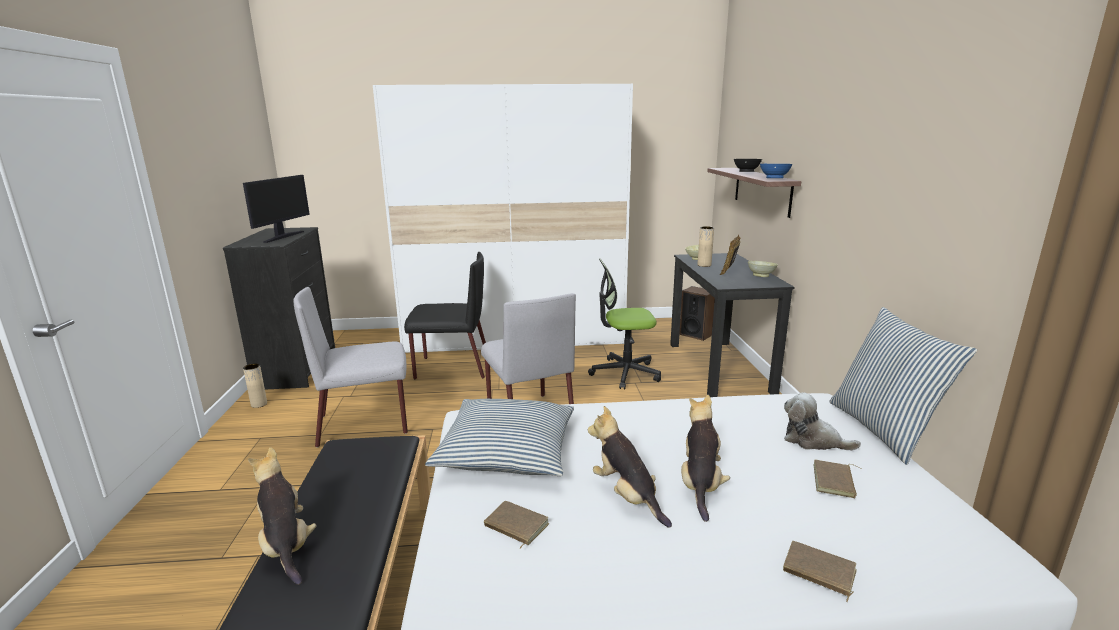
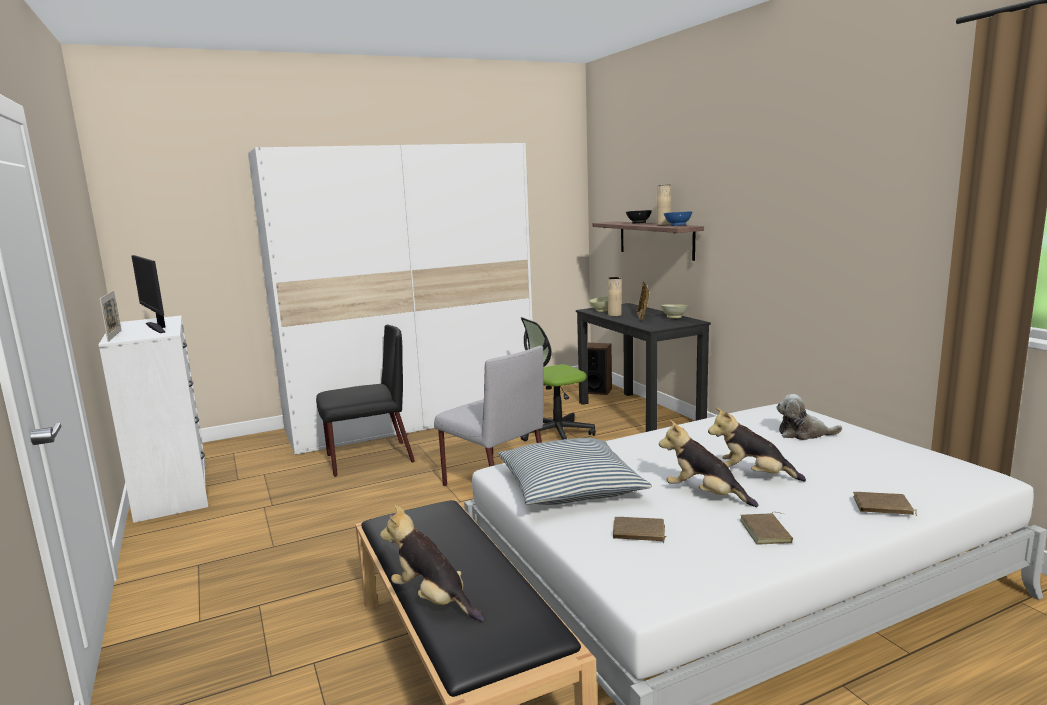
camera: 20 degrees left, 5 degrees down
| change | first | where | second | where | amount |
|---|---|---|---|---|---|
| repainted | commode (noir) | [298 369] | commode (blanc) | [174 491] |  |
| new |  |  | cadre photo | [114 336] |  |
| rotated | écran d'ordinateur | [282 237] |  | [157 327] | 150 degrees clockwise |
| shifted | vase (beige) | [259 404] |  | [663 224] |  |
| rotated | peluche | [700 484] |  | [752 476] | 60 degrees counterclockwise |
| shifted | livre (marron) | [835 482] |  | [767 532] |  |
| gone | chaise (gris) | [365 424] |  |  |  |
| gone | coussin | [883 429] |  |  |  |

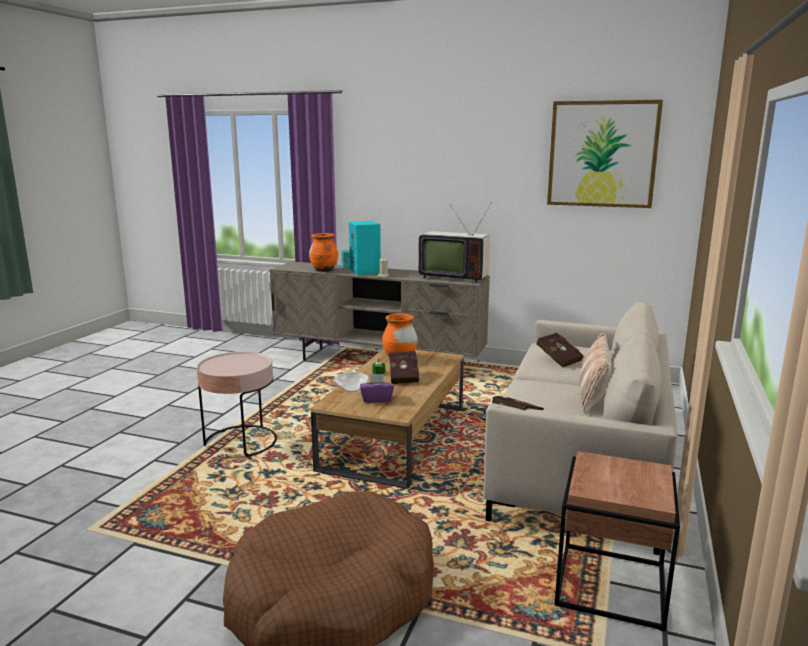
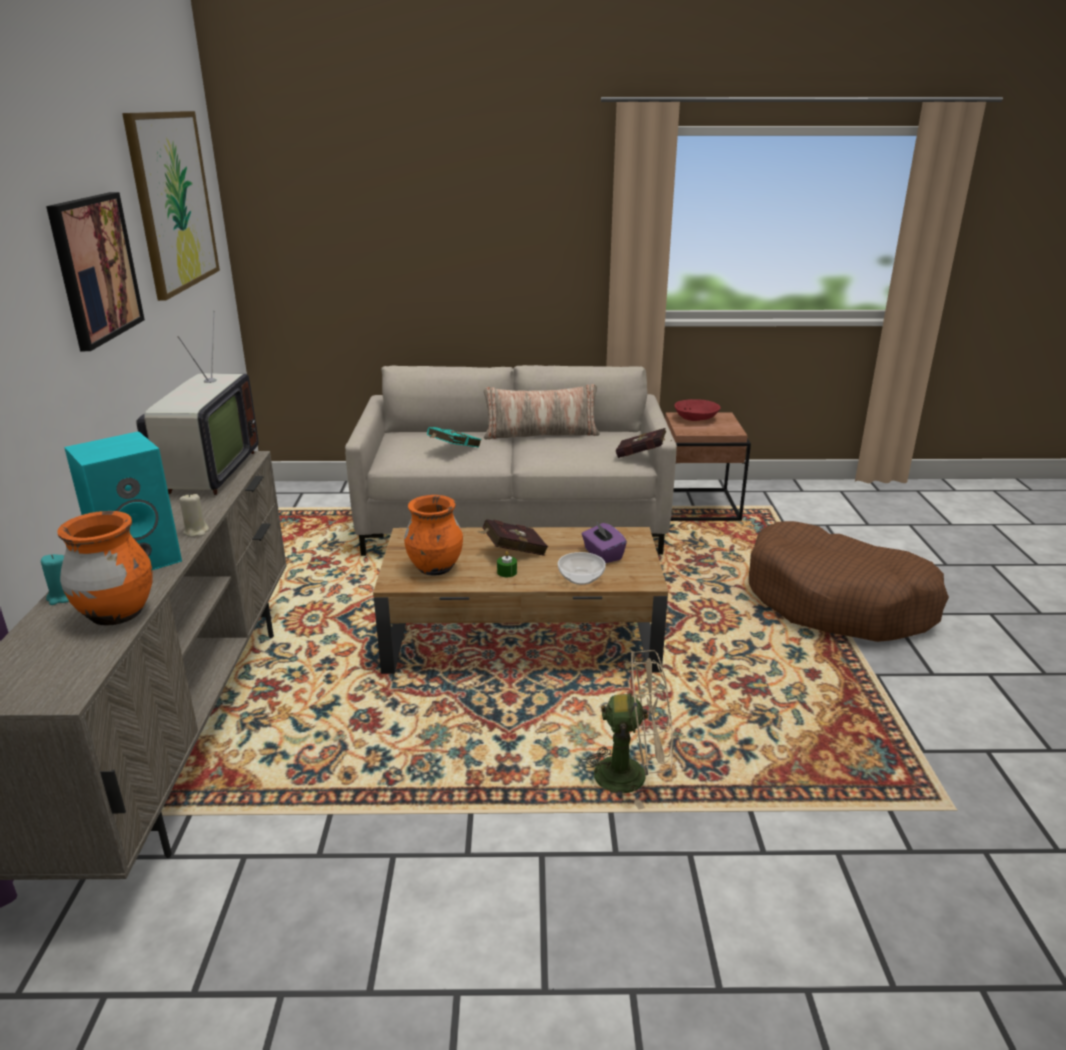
camera: 110 degrees left, 10 degrees up
| change | first | where | second | where | amount |
|---|---|---|---|---|---|
| new |  |  | tableau | [95 269] |  |
| repainted | livre (rouge) | [557 359] | livre (turquoise) | [452 450] |  |
| swapped | table d'appoint (rose) | [241 441] | ventilateur (beige) | [632 774] |  |
| new |  |  | bol (rouge) | [696 418] |  |

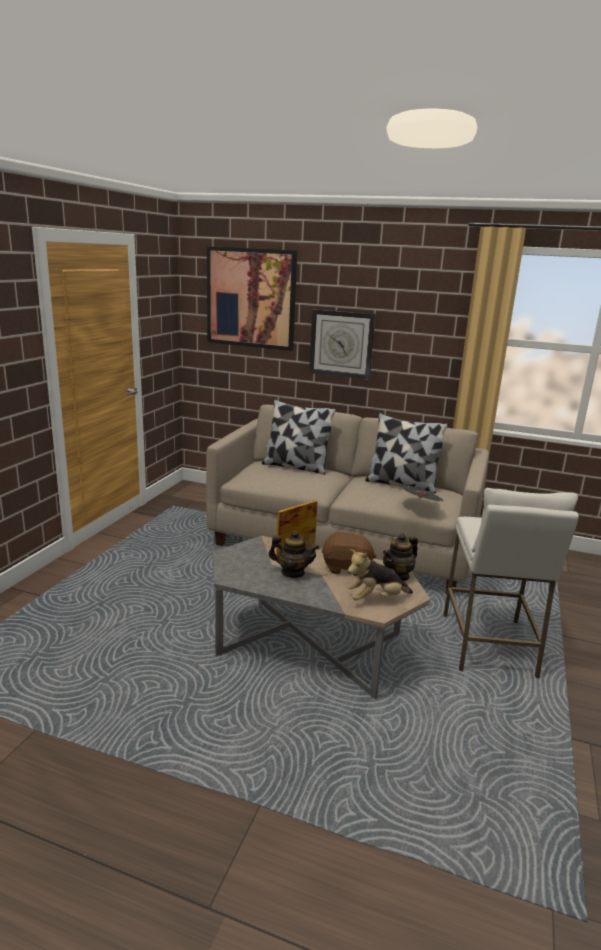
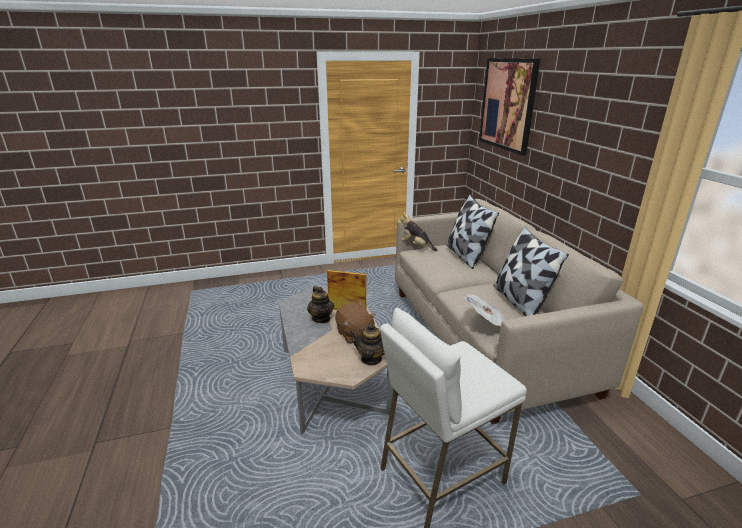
camera: 55 degrees right, 5 degrees up
| change | first | where | second | where | amount |
|---|---|---|---|---|---|
| shifted | peluche | [376 599] |  | [416 246] |  |
| gone | horloge murale | [341 344] |  |  |  |

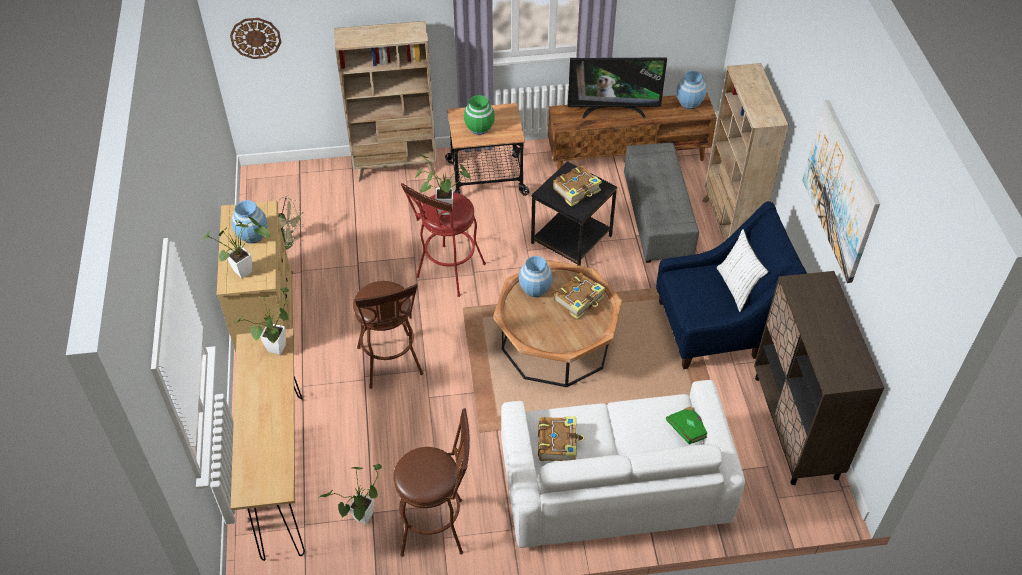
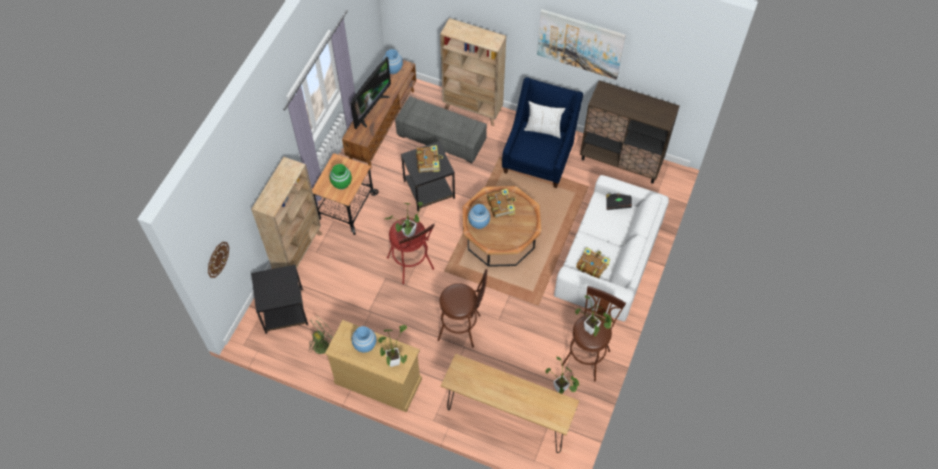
camera: 60 degrees left, 10 degrees up
| change | first | where | second | where | amount |
|---|---|---|---|---|---|
| new |  |  | table d'appoint (noir) | [283 311] |  |
| shifted | plante en pot | [275 352] |  | [592 331] |  |
| repainted | livre (vert) | [689 430] | livre (noir) | [618 203] |  |

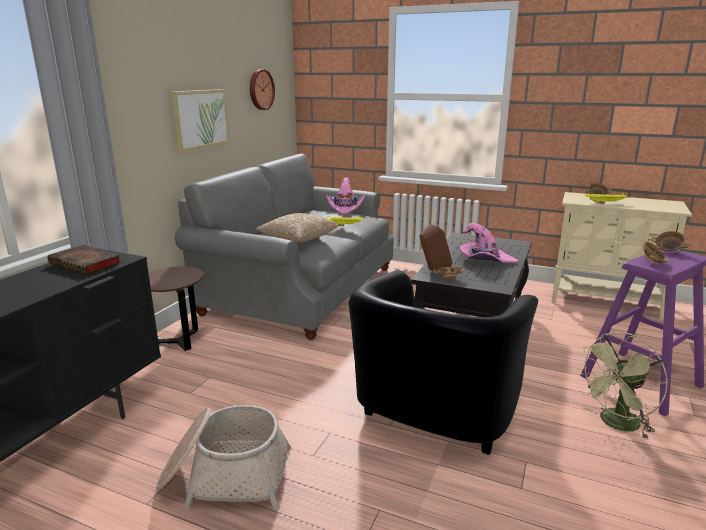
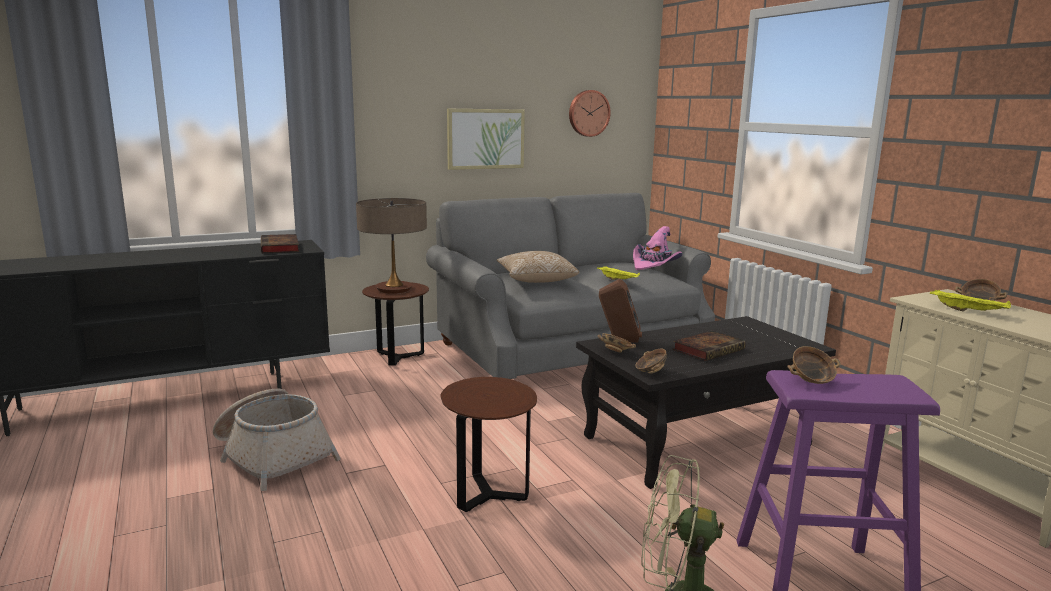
camera: 40 degrees right, 5 degrees down
| change | first | where | second | where | amount |
|---|---|---|---|---|---|
| new |  |  | lampe de table | [394 289] |  |
| swapped | fauteuil (noir) | [433 417] | table d'appoint (marron) | [488 495] |  |
| shifted | bol | [667 251] |  | [650 372] |  |
| swapped | chapeau (rose) | [485 260] | livre | [709 349] |  |

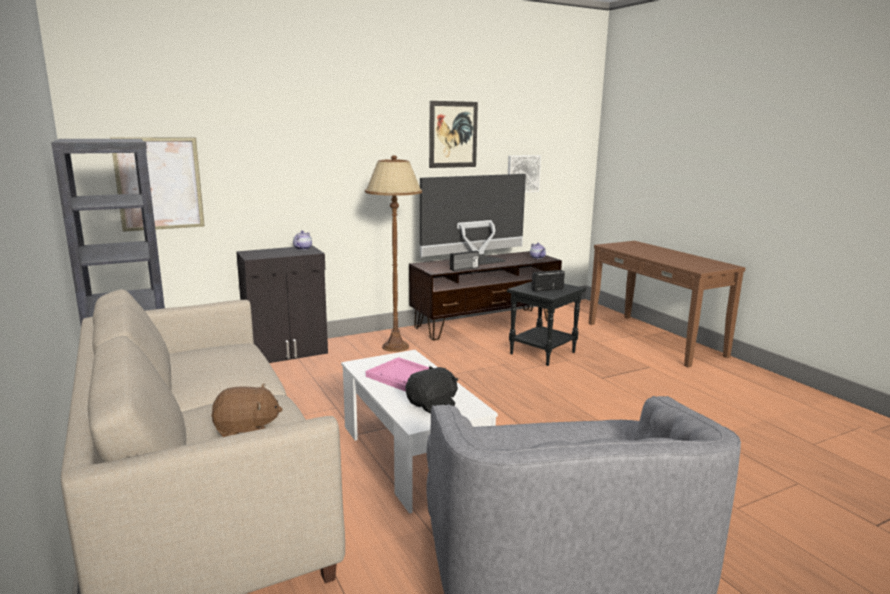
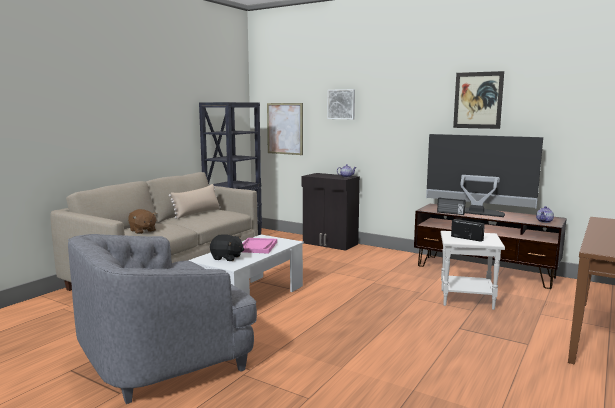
camera: 60 degrees right, 5 degrees down
| change | first | where | second | where | amount |
|---|---|---|---|---|---|
| new |  |  | coussin (beige) | [197 213] |  |
| shifted | tableau | [522 173] |  | [341 104] |  |
| repainted | table d'appoint (noir) | [543 353] | table d'appoint (blanc) | [466 299] |  |
| gone | lampadaire (marron) | [395 347] |  |  |  |

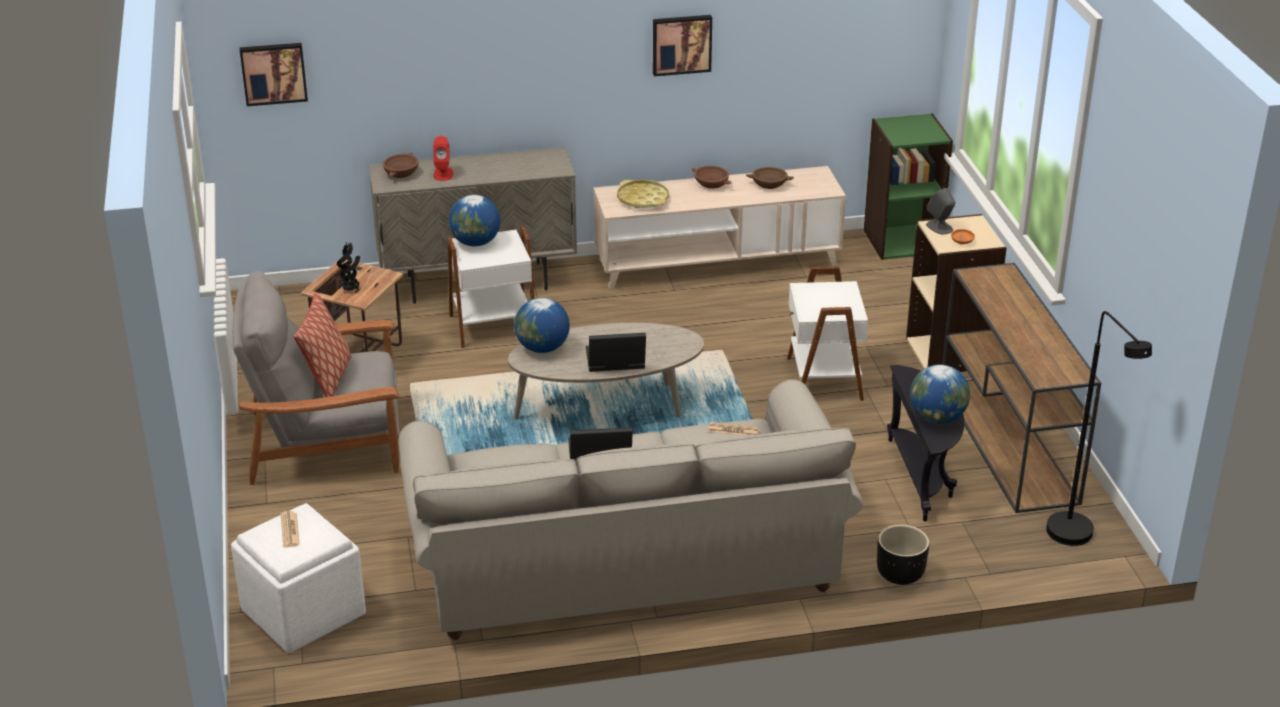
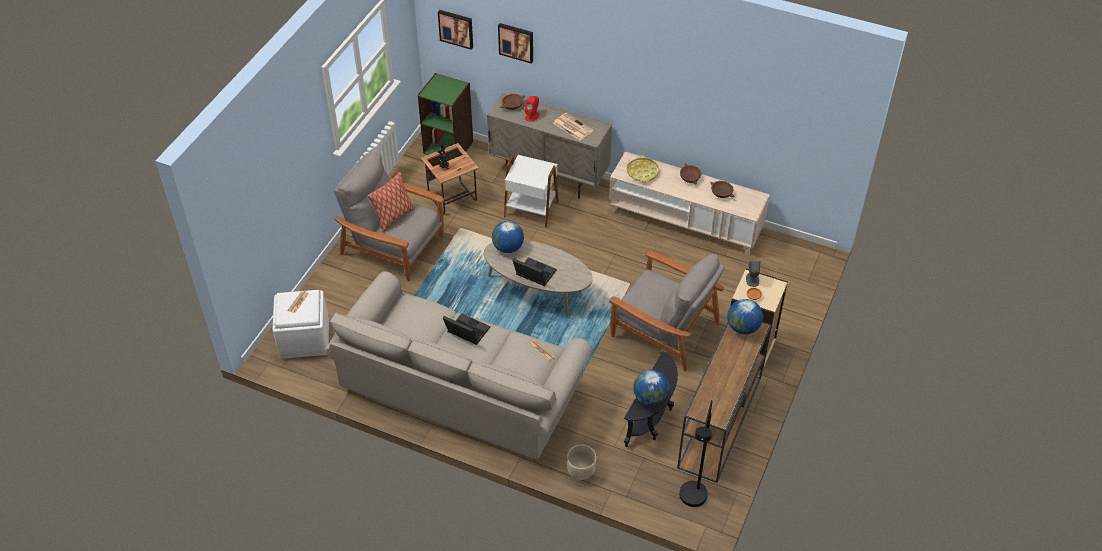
camera: 35 degrees right, 15 degrees up
| change | first | where | second | where | amount |
|---|---|---|---|---|---|
| shifted | bibliothèque (vert) | [901 241] |  | [448 147] |  |
| shifted | tableau | [681 44] |  | [516 42] |  |
| new |  |  | journal | [572 127] |  |
| repainted | cache-pot (noir) | [900 575] | cache-pot (beige) | [580 471] |  |
| swapped | table d'appoint (blanc) | [822 379] | fauteuil (gris) | [664 329] |  |
| shifted | globe | [475 243] |  | [743 328] |  |

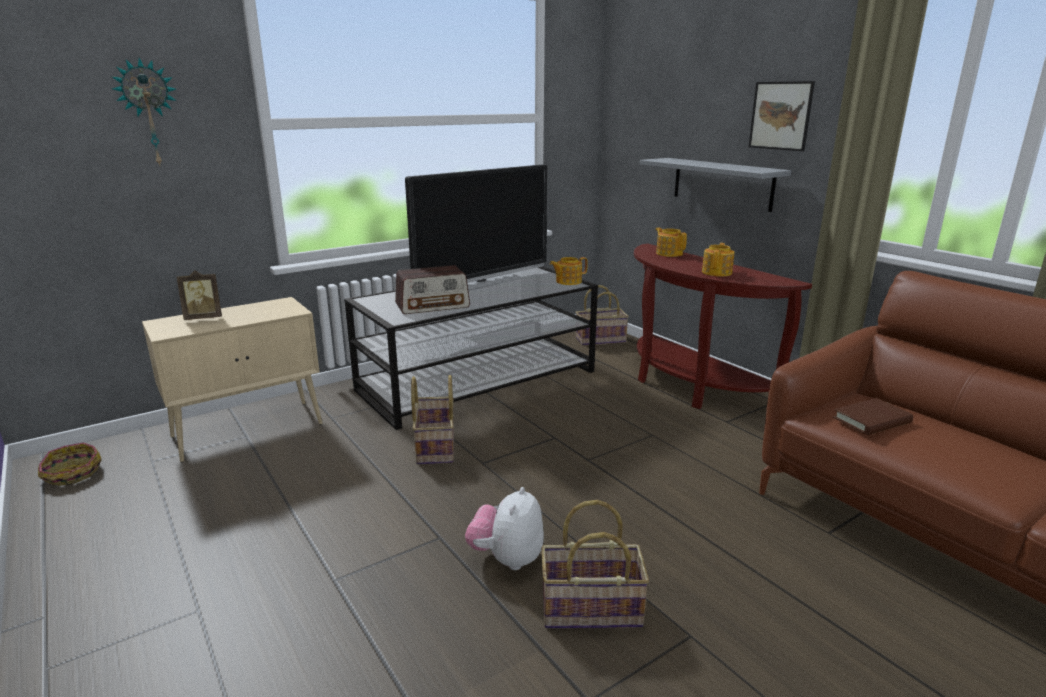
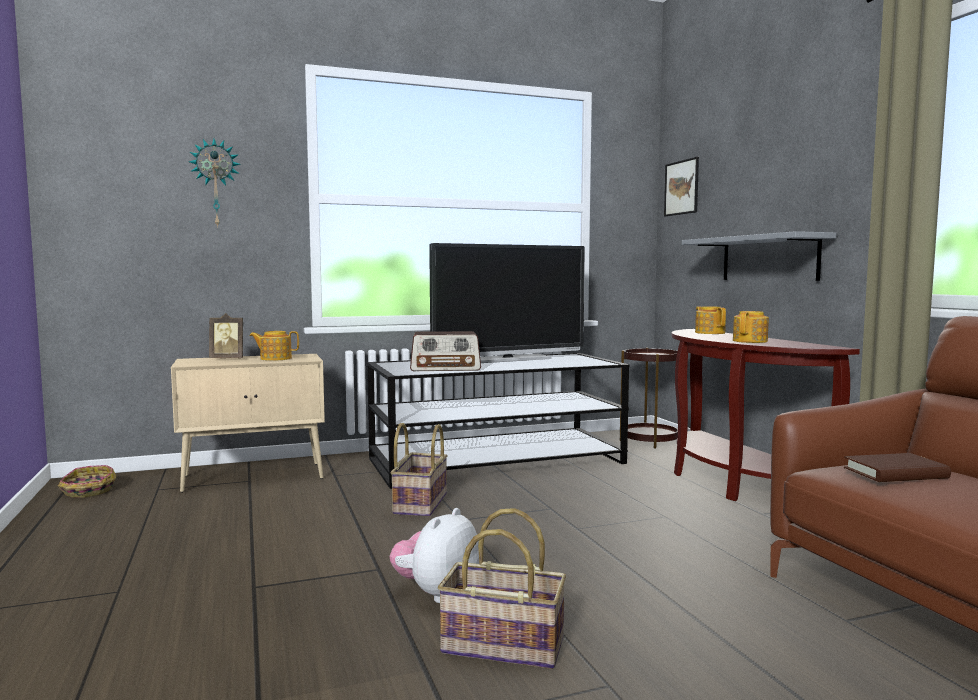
camera: 15 degrees right, 15 degrees down
| change | first | where | second | where | amount |
|---|---|---|---|---|---|
| shifted | théière | [568 281] |  | [275 358] |  |
| swapped | panier | [600 339] | table d'appoint (marron) | [649 441] |  |
| shifted | tableau | [780 115] |  | [681 187] |  |

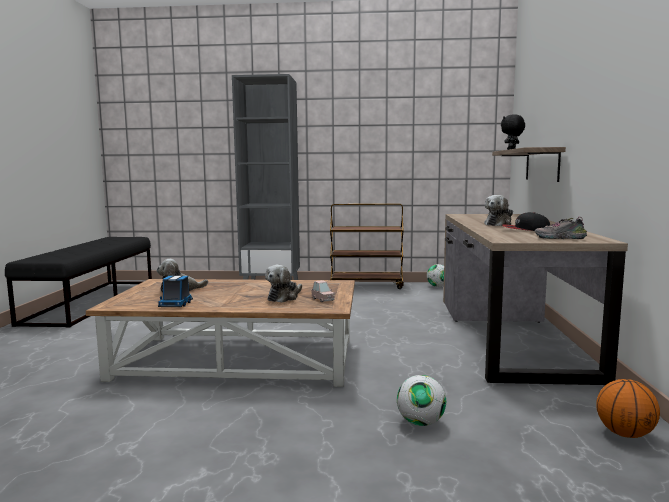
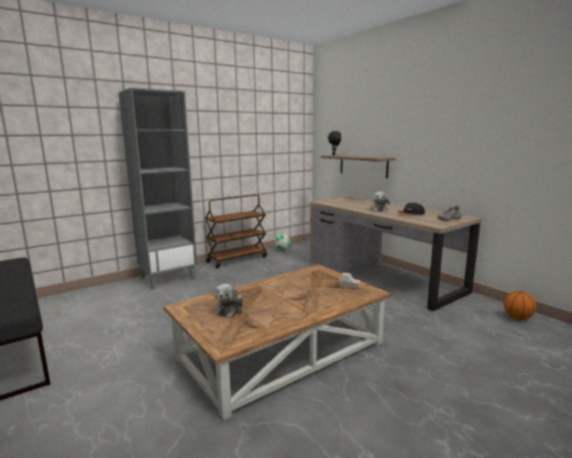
camera: 40 degrees left, 5 degrees up
| change | first | where | second | where | amount |
|---|---|---|---|---|---|
| gone | camion jouet | [176 304] |  |  |  |
| gone | peluche | [284 297] |  |  |  |
| gone | ballon de foot | [420 423] |  |  |  |

